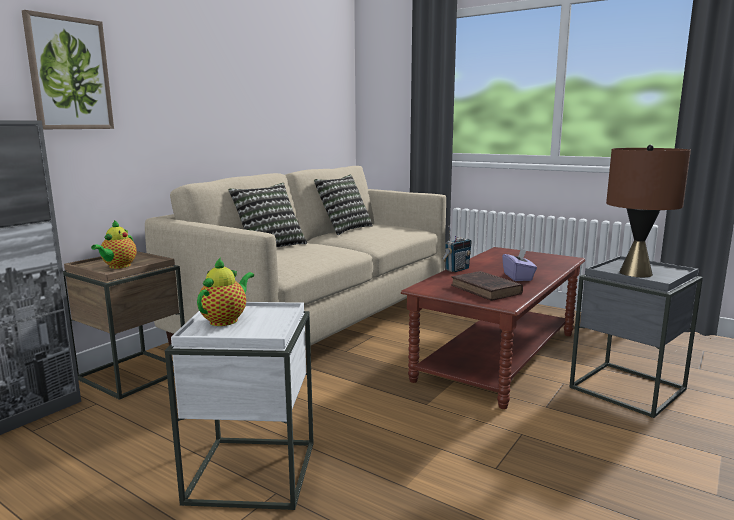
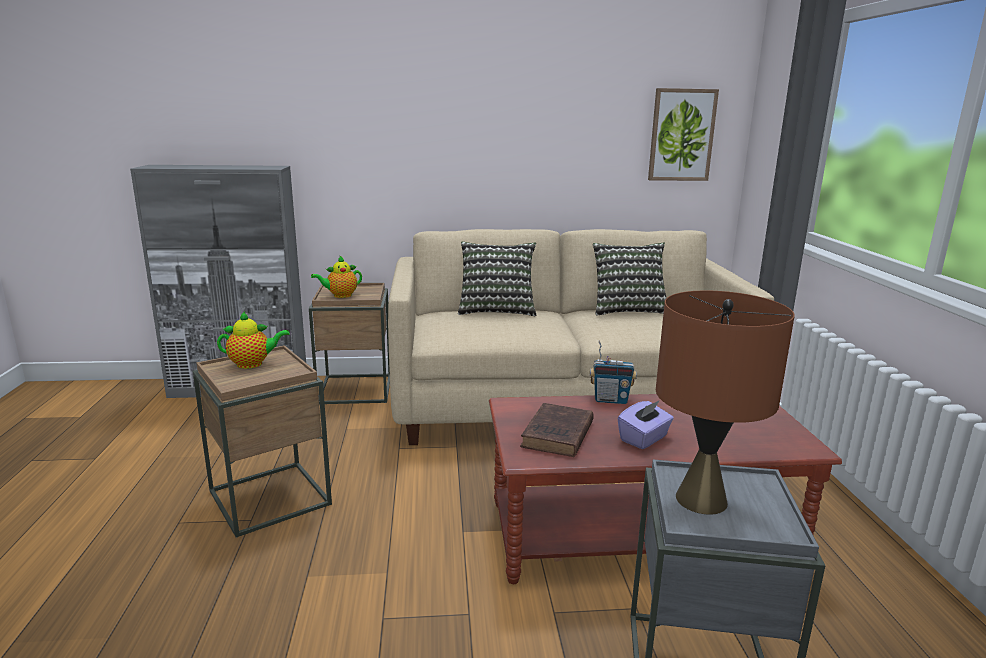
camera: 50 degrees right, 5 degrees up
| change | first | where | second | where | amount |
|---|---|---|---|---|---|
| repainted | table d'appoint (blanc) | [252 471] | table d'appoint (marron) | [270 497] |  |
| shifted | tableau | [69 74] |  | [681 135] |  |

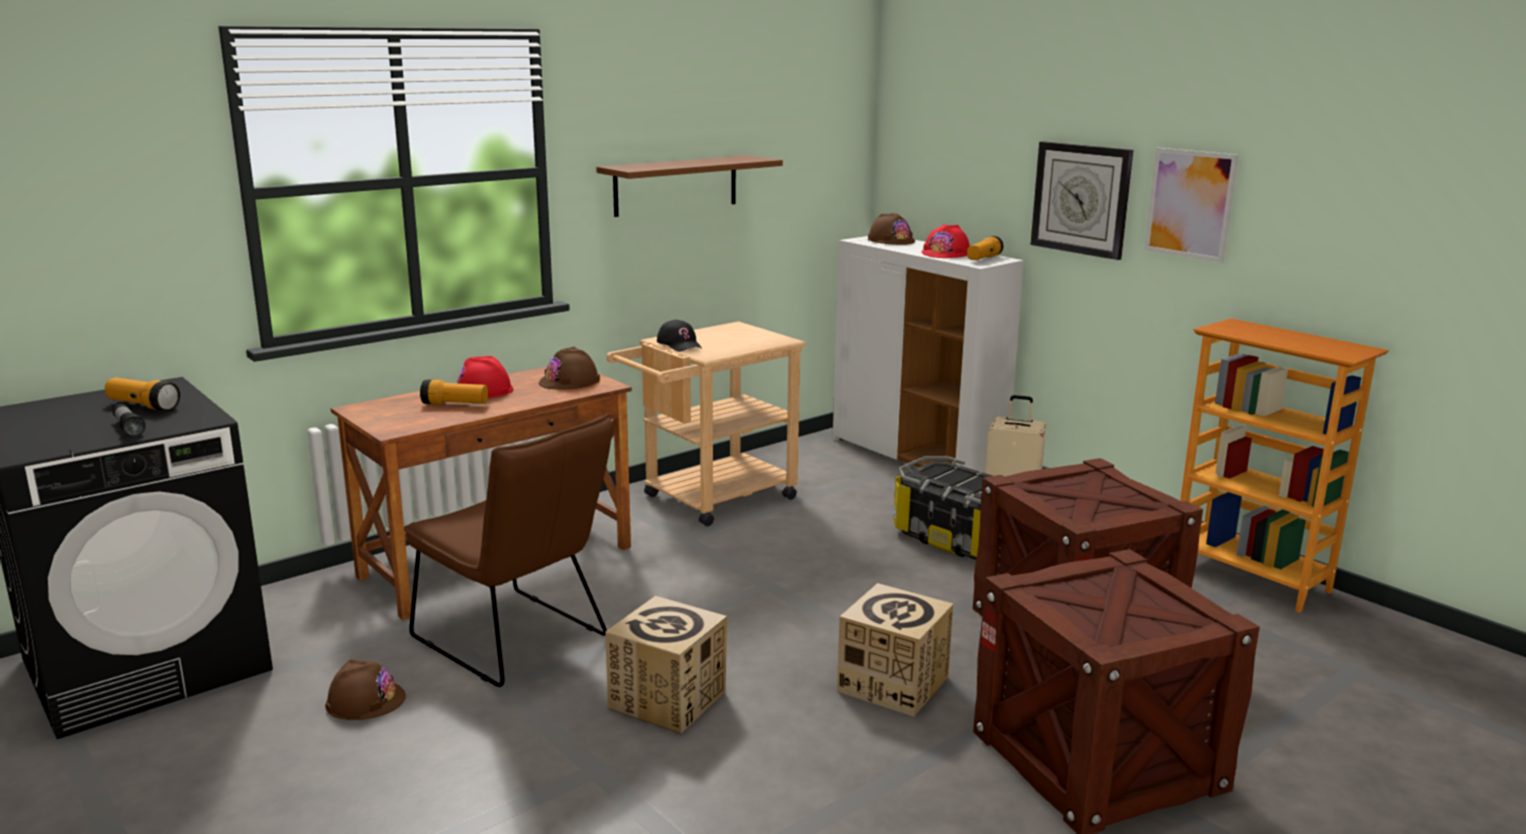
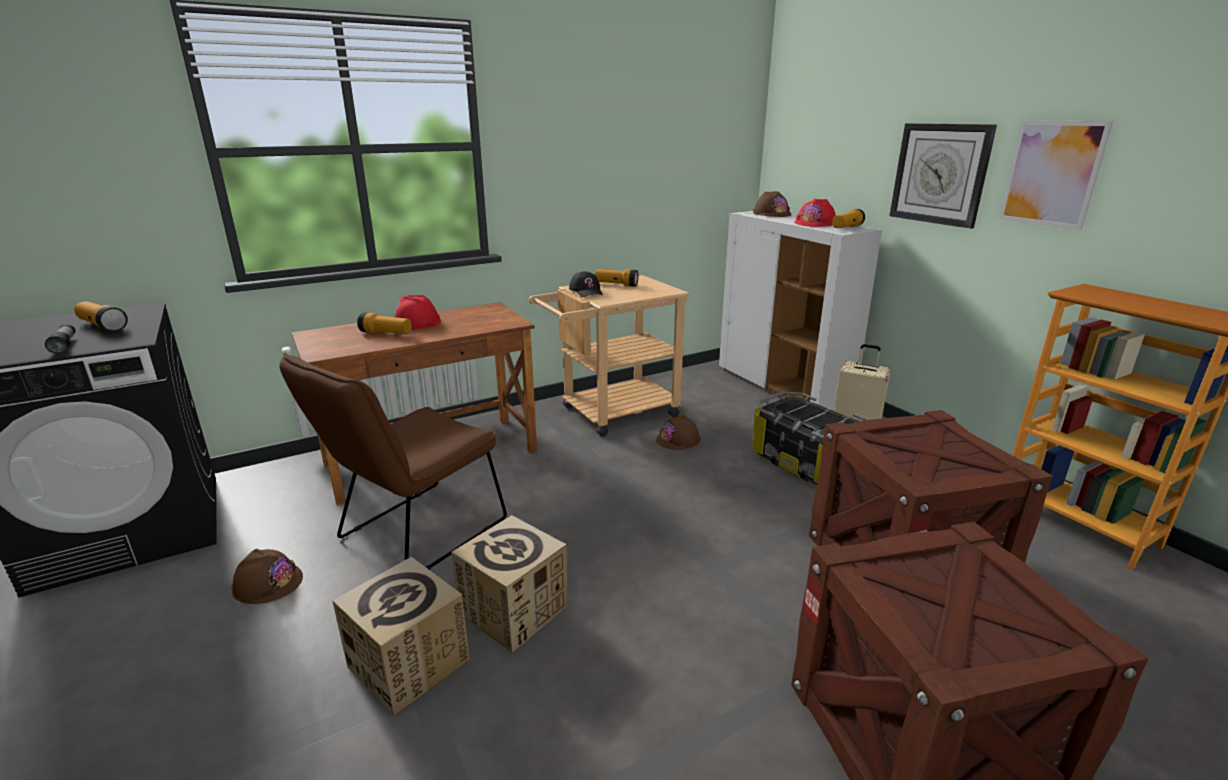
camera: 10 degrees right, 5 degrees up
| change | first | where | second | where | amount |
|---|---|---|---|---|---|
| rotated | chaise (marron) | [517 641] |  | [414 534] | 75 degrees clockwise |
| shifted | carton | [893 684] |  | [409 663] |  |
| new |  |  | lampe de poche | [616 285] |  |
| shifted | casque de chantier (marron) | [569 381] |  | [678 440] |  |
| gone | étagère (marron) | [676 185] |  |  |  |

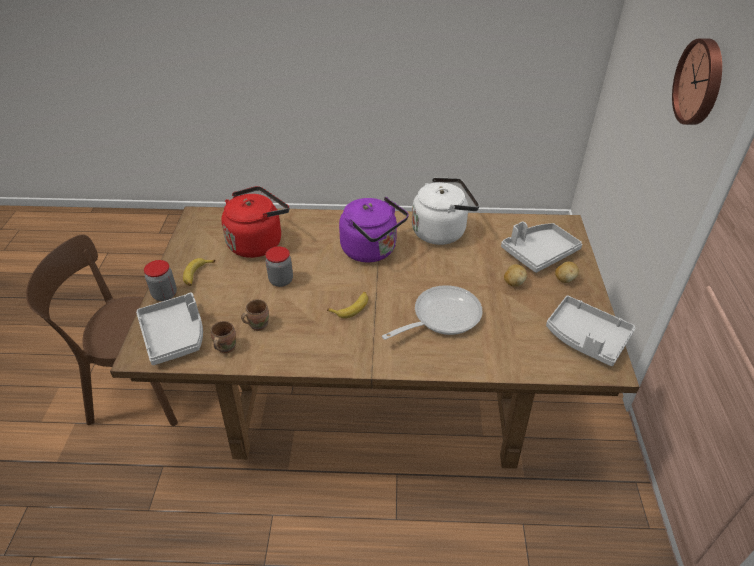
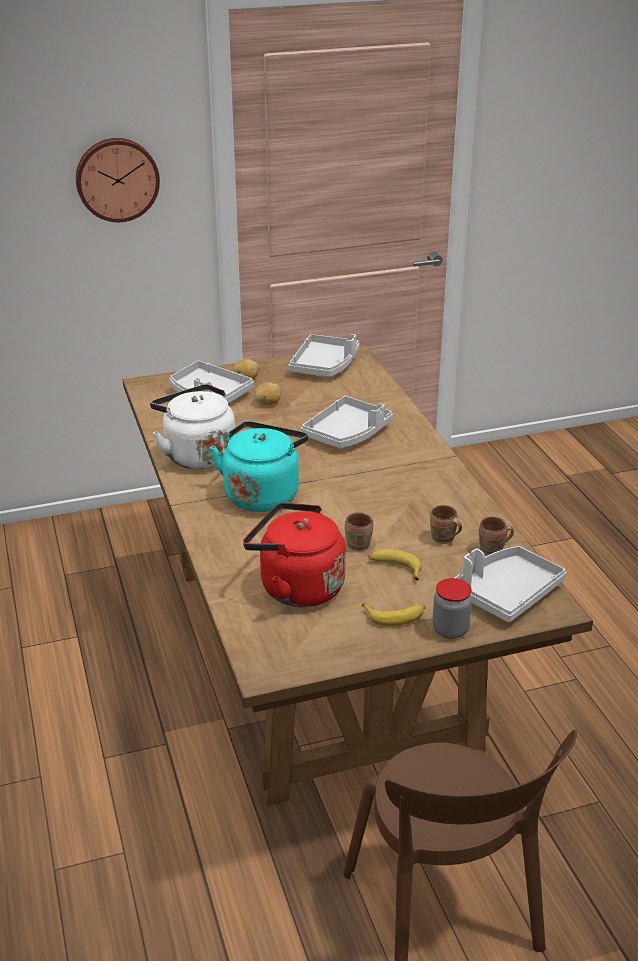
camera: 110 degrees left, 10 degrees down
| change | first | where | second | where | amount |
|---|---|---|---|---|---|
| repainted | bouilloire (violet) | [372 250] | bouilloire (turquoise) | [262 494] |  |
| swapped | poêle | [441 317] | plateau (gris) | [347 433] |  |
| swapped | bocal | [281 280] | mug (marron) | [360 545] |  |
| shifted | banane | [351 307] |  | [395 568] |  |

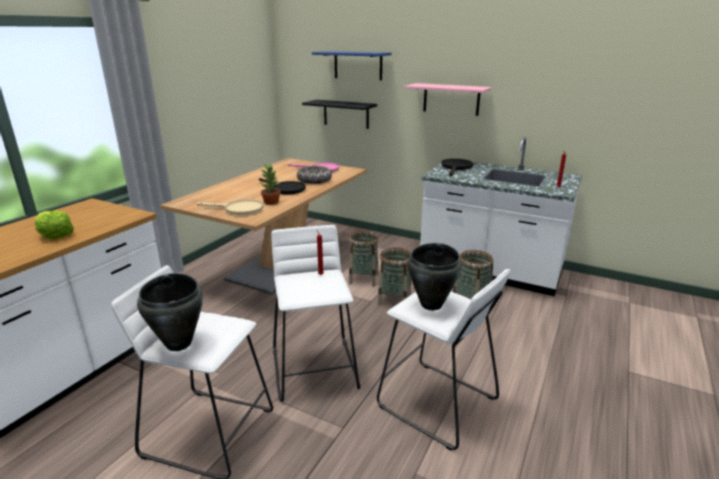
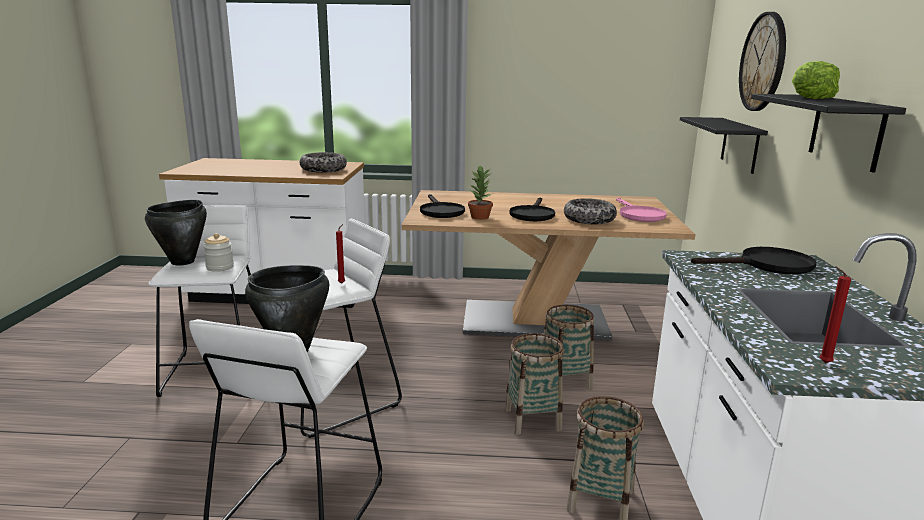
camera: 65 degrees right, 5 degrees down
| change | first | where | second | where | amount |
|---|---|---|---|---|---|
| new |  |  | bocal | [220 267] |  |
| new |  |  | bol | [323 170] |  |
| repainted | poêle (beige) | [238 209] | poêle (noir) | [440 211] |  |
| swapped | étagère (bleu) | [358 65] | horloge murale | [763 62] |  |
| repainted | étagère (rose) | [451 99] | étagère (noir) | [846 131] |  |
| shifted | laitue | [55 235] |  | [809 98] |  |

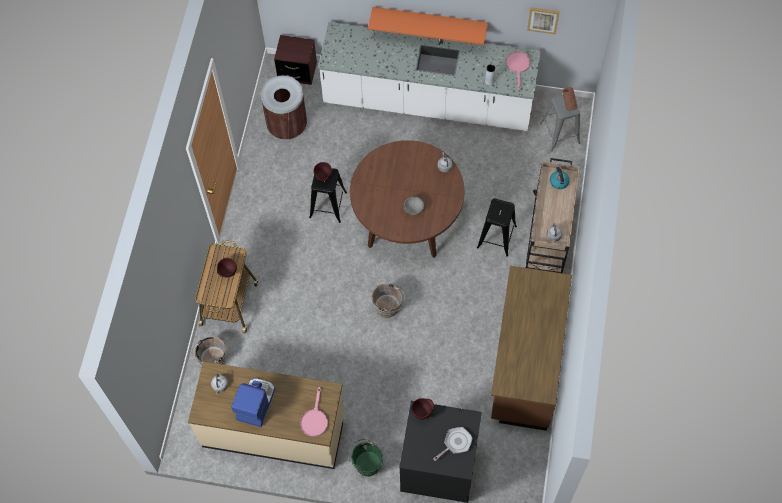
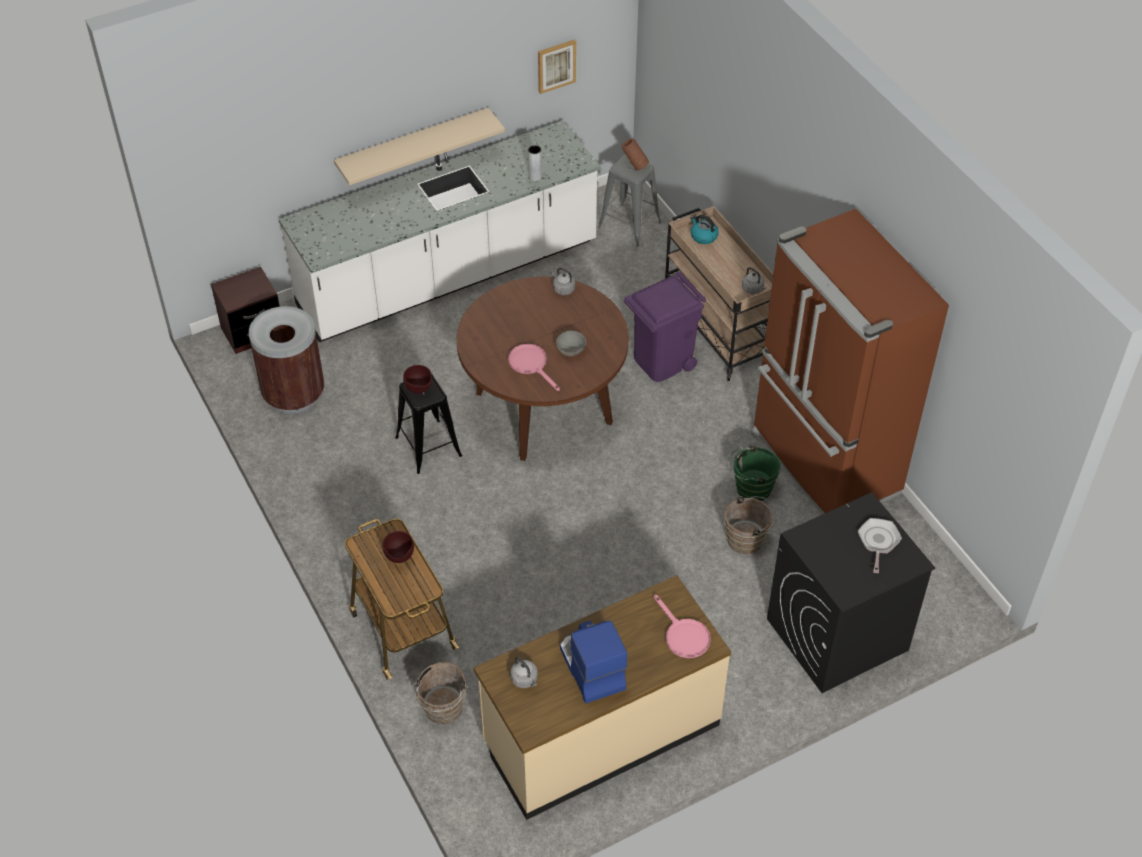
camera: 40 degrees left, 15 degrees down
| change | first | where | second | where | amount |
|---|---|---|---|---|---|
| repainted | étagère (orange) | [429 20] | étagère (beige) | [413 145] |  |
| shifted | poêle (rose) | [518 66] |  | [531 364] |  |
| swapped | tabouret (noir) | [496 237] | poubelle (violet) | [662 361] |  |
| shifted | seau (marron) | [389 308] |  | [748 539] |  |
| shifted | seau (vert) | [366 463] |  | [750 488] |  |
| swapped | comptoir de cuisine (marron) | [525 363] | réfrigérateur (marron) | [823 465] |  |
| gone | bol (marron) | [422 412] |  |  |  |

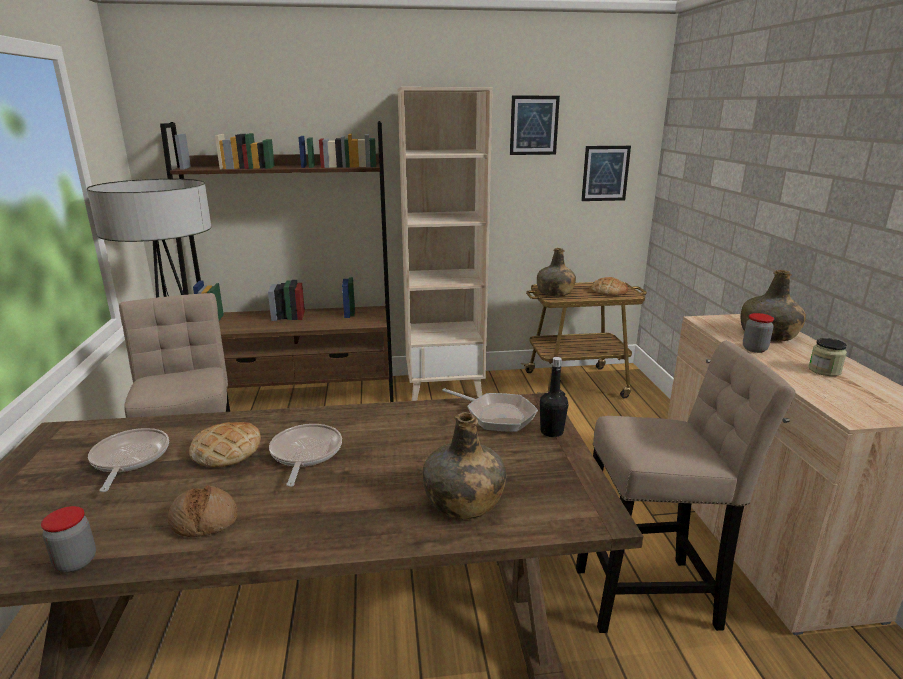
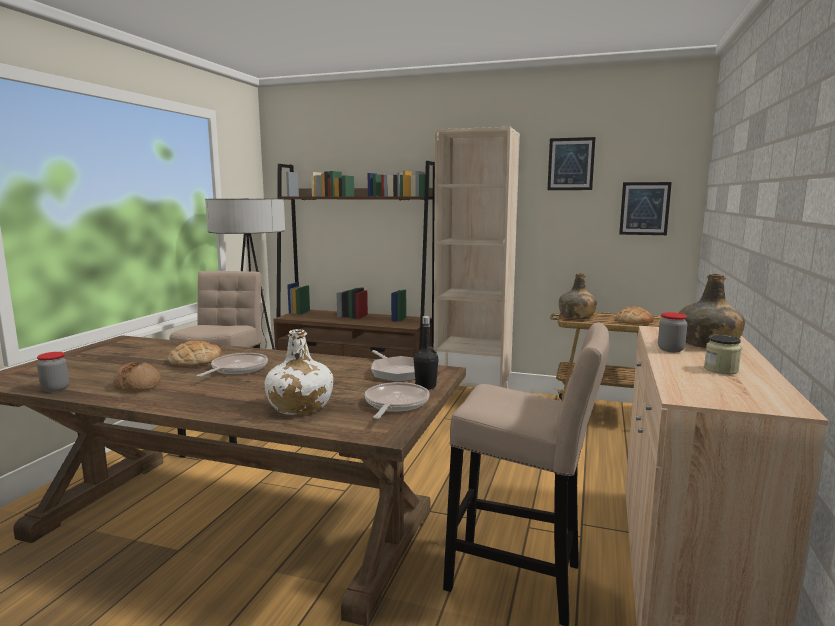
camera: 25 degrees right, 10 degrees down
| change | first | where | second | where | amount |
|---|---|---|---|---|---|
| repainted | bouteille (vert) | [463 501] | bouteille (blanc) | [299 407] |  |
| shifted | poêle | [129 459] |  | [395 404] |  |

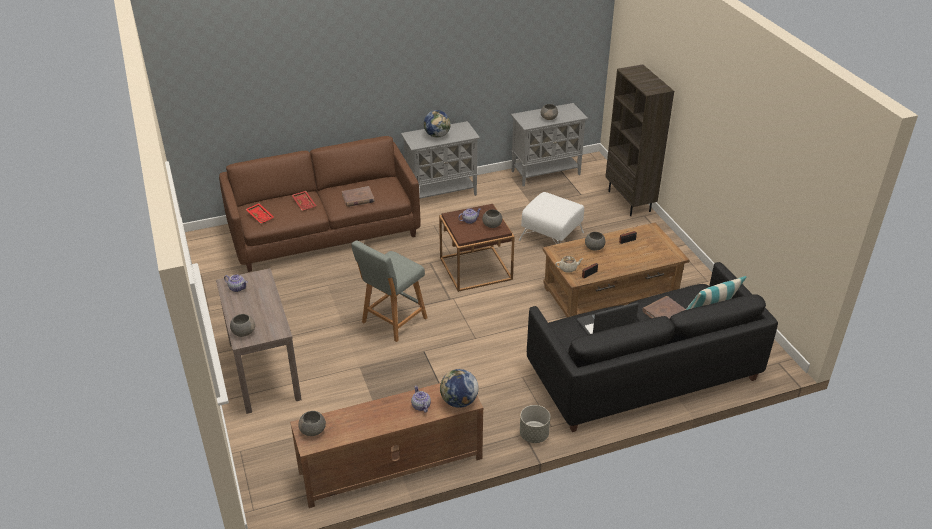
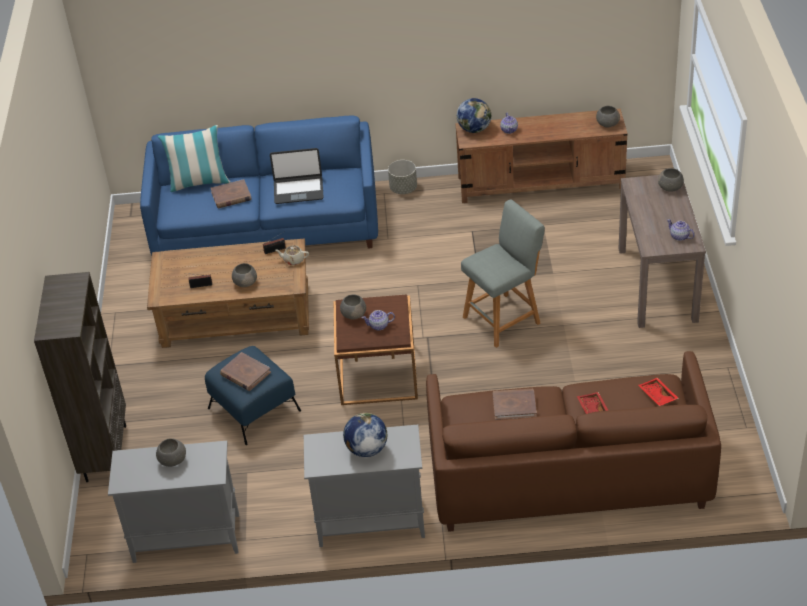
camera: 160 degrees left, 5 degrees up
| change | first | where | second | where | amount |
|---|---|---|---|---|---|
| repainted | canapé (noir) | [642 373] | canapé (bleu) | [267 225] |  |
| repainted | pouf (blanc) | [551 236] | pouf (bleu) | [254 409] |  |
| new |  |  | livre (marron) | [245 374] |  |

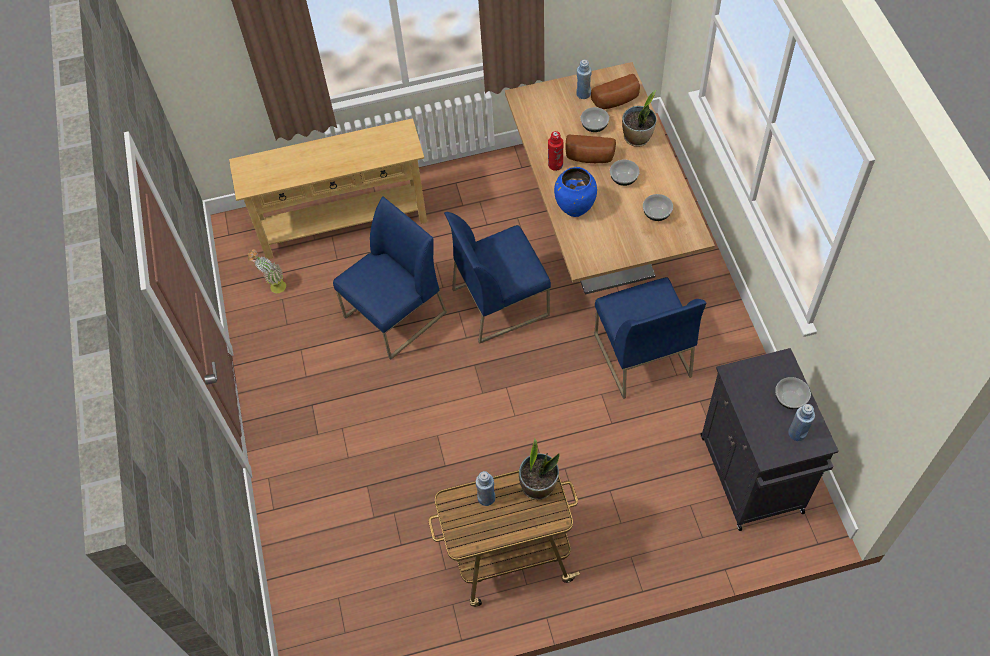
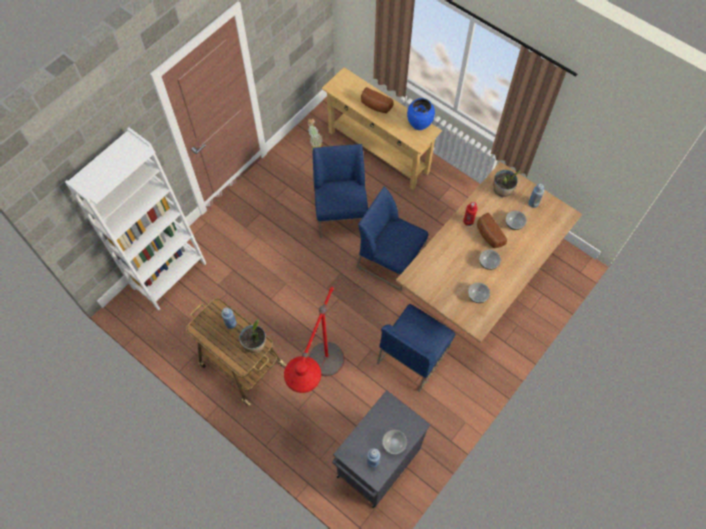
camera: 50 degrees right, 5 degrees up
| change | first | where | second | where | amount |
|---|---|---|---|---|---|
| new |  |  | bibliothèque (blanc) | [169 275] |  |
| new |  |  | lampadaire (rouge) | [320 383] |  |
| rotated | chaise (bleu) | [395 316] |  | [341 215] | 105 degrees counterclockwise |
| shifted | pain | [617 101] |  | [375 106] |  |
| shifted | vase (bleu) | [574 209] |  | [419 125] |  |
| shifted | plante en pot | [637 138] |  | [502 190] |  |

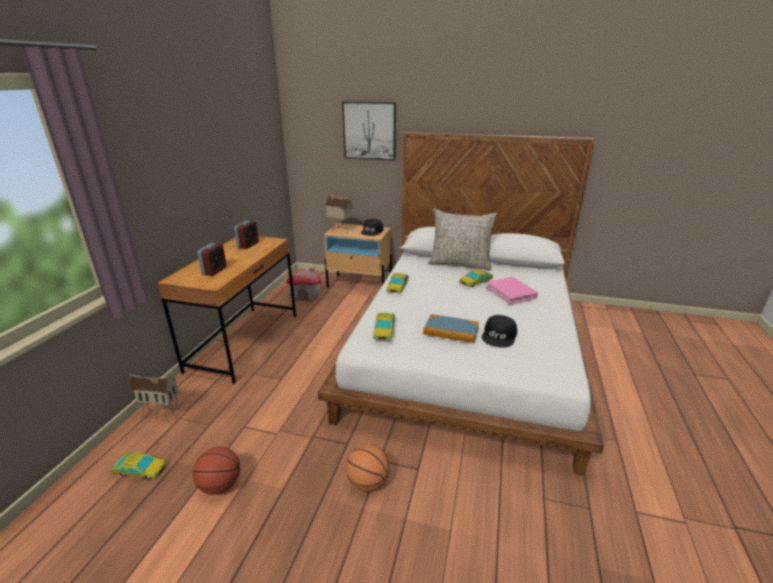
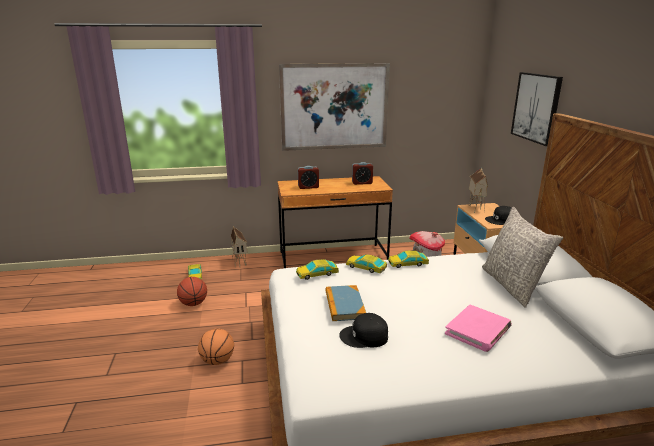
camera: 65 degrees right, 5 degrees down
| change | first | where | second | where | amount |
|---|---|---|---|---|---|
| new |  |  | tableau | [334 107] |  |
| shifted | petite voiture | [475 281] |  | [366 267] |  |

